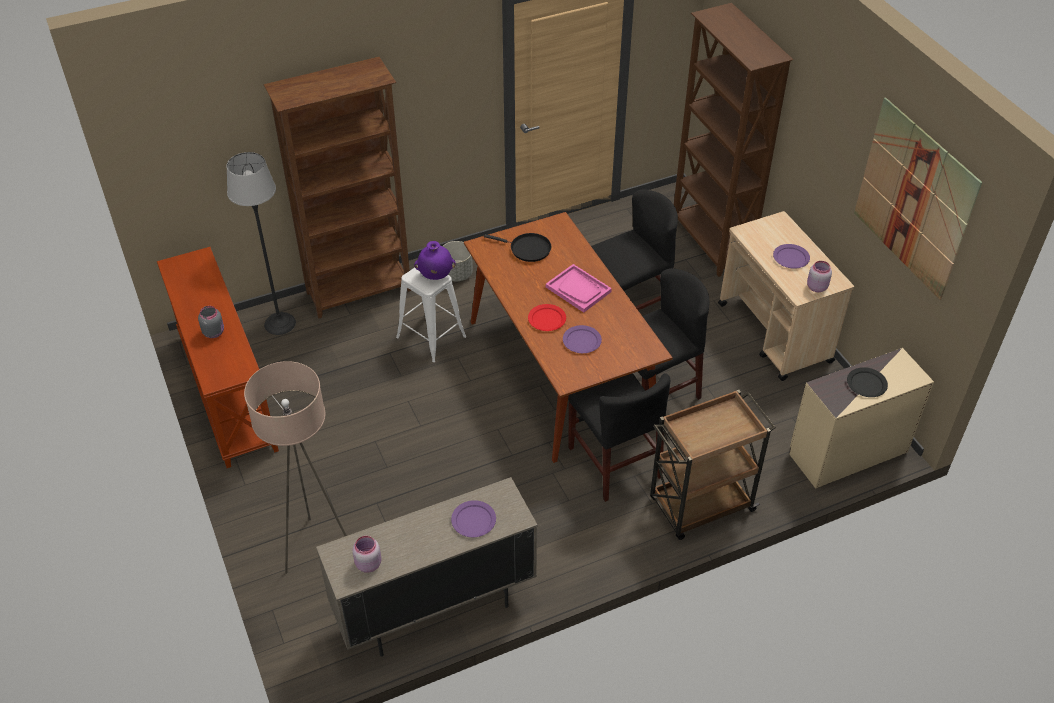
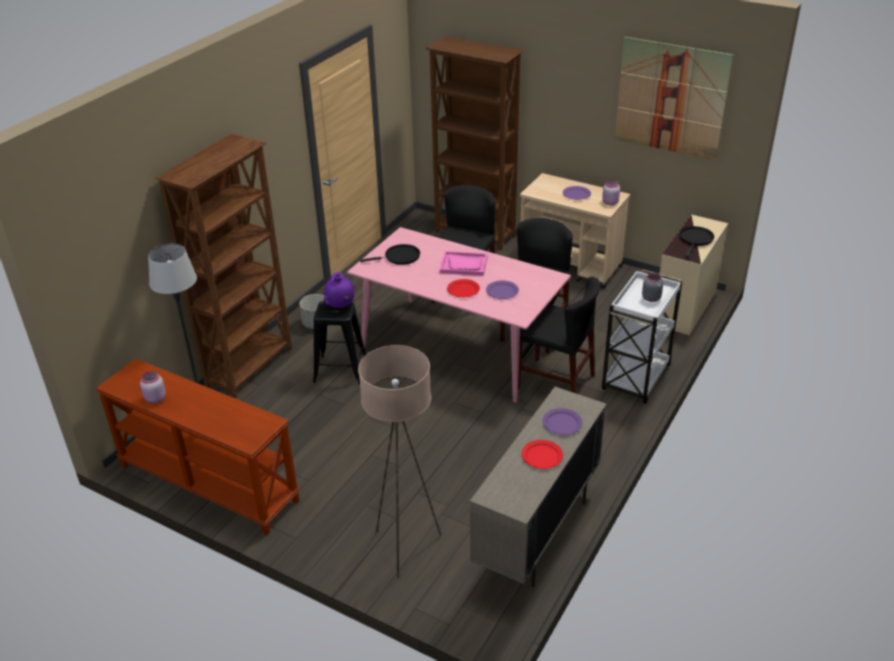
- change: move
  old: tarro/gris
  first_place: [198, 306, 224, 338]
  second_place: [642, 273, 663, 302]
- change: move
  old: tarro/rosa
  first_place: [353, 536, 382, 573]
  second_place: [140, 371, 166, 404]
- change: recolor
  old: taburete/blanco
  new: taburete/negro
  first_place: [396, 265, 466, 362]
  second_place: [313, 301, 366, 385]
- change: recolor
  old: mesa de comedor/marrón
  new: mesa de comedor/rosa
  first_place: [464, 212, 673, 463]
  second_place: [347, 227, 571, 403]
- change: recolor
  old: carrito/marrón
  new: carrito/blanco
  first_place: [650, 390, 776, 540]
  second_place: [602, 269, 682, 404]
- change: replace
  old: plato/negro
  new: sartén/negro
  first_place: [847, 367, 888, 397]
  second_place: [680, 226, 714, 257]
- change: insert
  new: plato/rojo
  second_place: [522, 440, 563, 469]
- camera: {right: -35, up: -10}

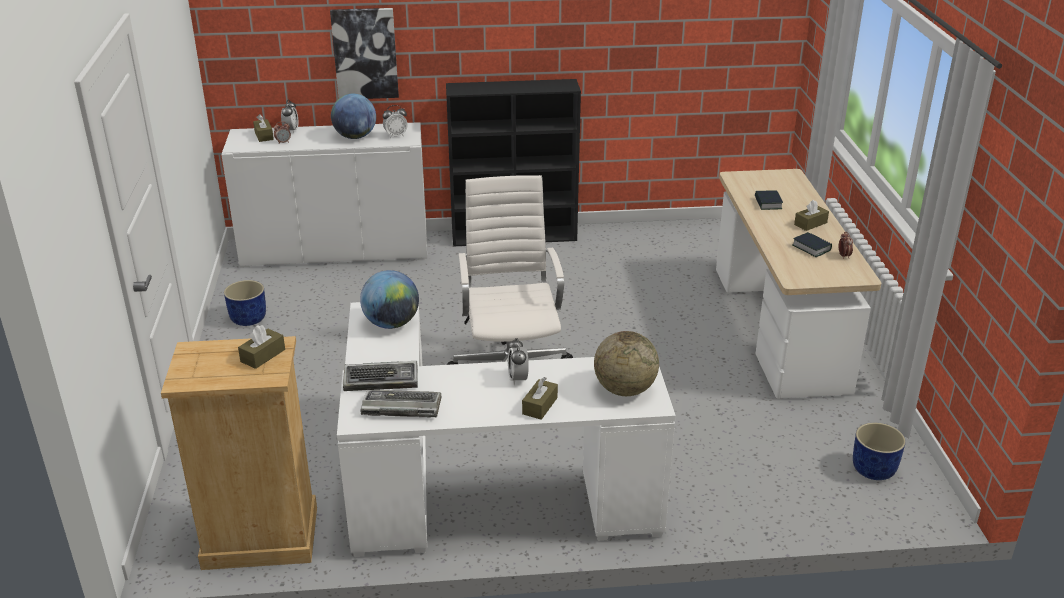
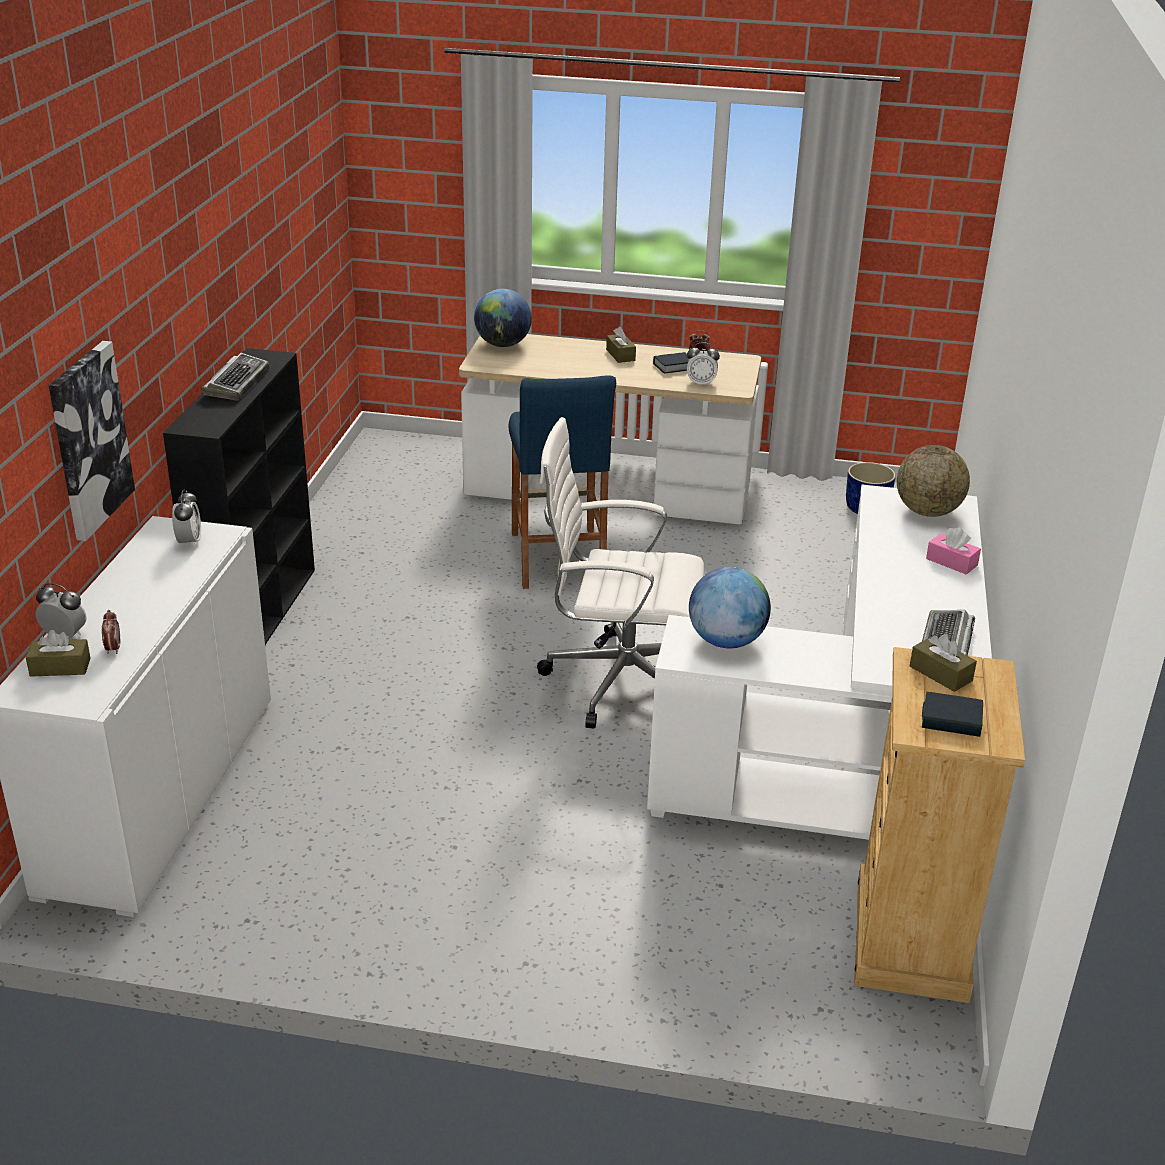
- change: delete
  old: maceta/azul
  first_place: [224, 280, 266, 326]
- change: move
  old: globo terráqueo
  first_place: [331, 94, 376, 139]
  second_place: [474, 289, 532, 347]
- change: move
  old: teclado
  first_place: [343, 361, 418, 391]
  second_place: [202, 353, 269, 401]
- change: move
  old: despertador
  first_place: [508, 338, 529, 385]
  second_place: [687, 342, 720, 386]
- change: recolor
  old: caja de pañuelos/marrón
  new: caja de pañuelos/rosa
  first_place: [522, 377, 558, 420]
  second_place: [926, 527, 981, 574]
- change: move
  old: libro
  first_place: [755, 190, 783, 210]
  second_place: [922, 692, 983, 737]
- change: insert
  new: taburete/azul
  second_place: [509, 375, 616, 589]
- camera: {right: -75, up: 0}

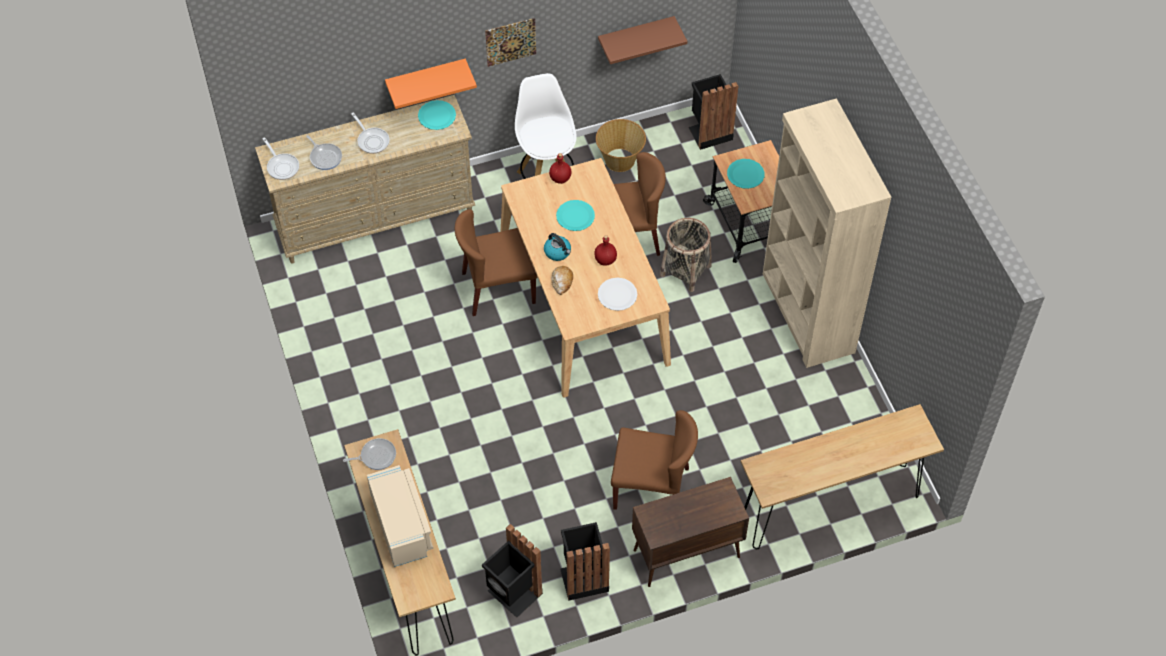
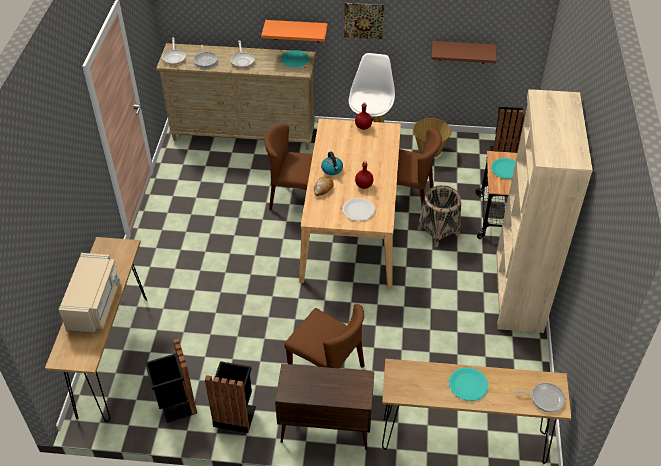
- change: move
  old: sartén
  first_place: [343, 438, 396, 470]
  second_place: [515, 383, 565, 412]
- change: move
  old: plato/turquesa
  first_place: [556, 200, 595, 231]
  second_place: [449, 367, 488, 401]
- camera: {right: 25, up: -10}

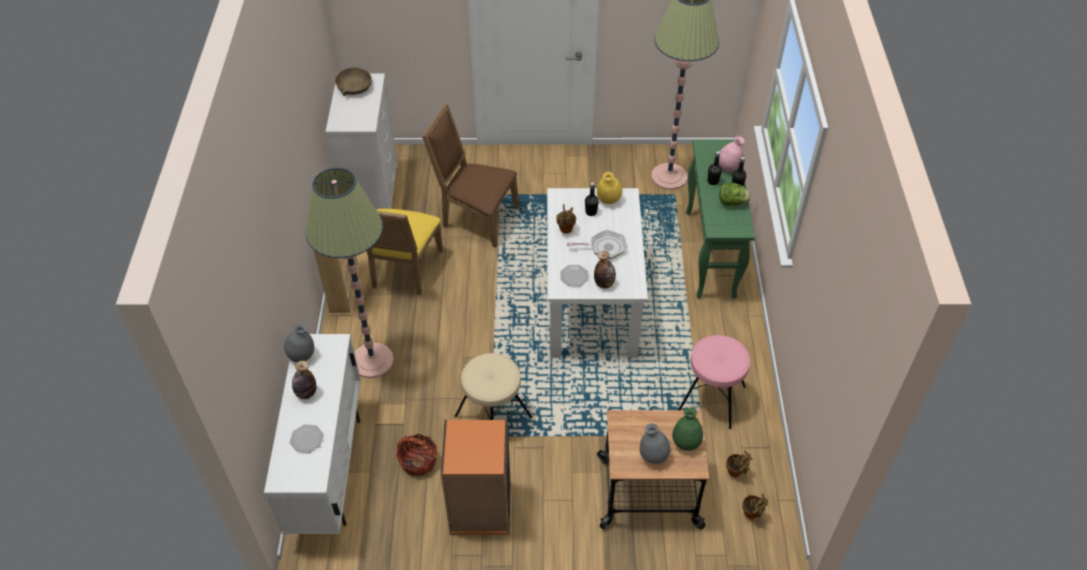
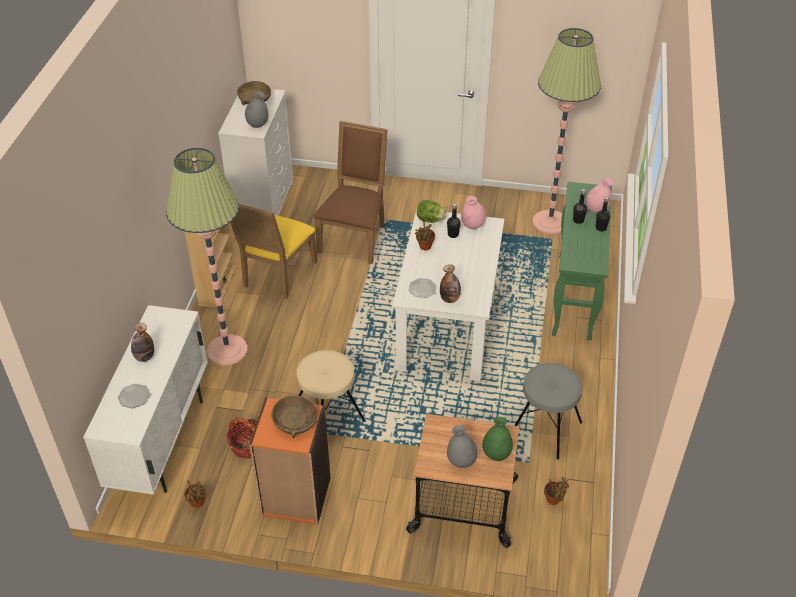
- change: move
  old: florero/gris
  first_place: [284, 323, 314, 362]
  second_place: [245, 92, 268, 128]
- change: rotate
  old: silla/marrón
  first_place: [422, 104, 519, 248]
  second_place: [314, 121, 388, 264]
  degrees: 75
- change: delete
  old: sartén
  first_place: [567, 230, 626, 259]
- change: recolor
  old: florero/amarillo
  new: florero/rosa
  first_place: [597, 172, 622, 204]
  second_place: [461, 196, 486, 229]
- change: recolor
  old: taburete/rosa
  new: taburete/gris
  first_place: [678, 335, 750, 429]
  second_place: [514, 363, 582, 460]
- change: move
  old: lechuga
  first_place: [719, 183, 751, 206]
  second_place: [417, 200, 446, 223]
- change: move
  old: planta en maceta
  first_place: [742, 494, 768, 519]
  second_place: [184, 480, 206, 508]
- change: insert
  new: cuenco/marrón
  second_place: [271, 396, 318, 438]
- camera: {right: 10, up: -5}

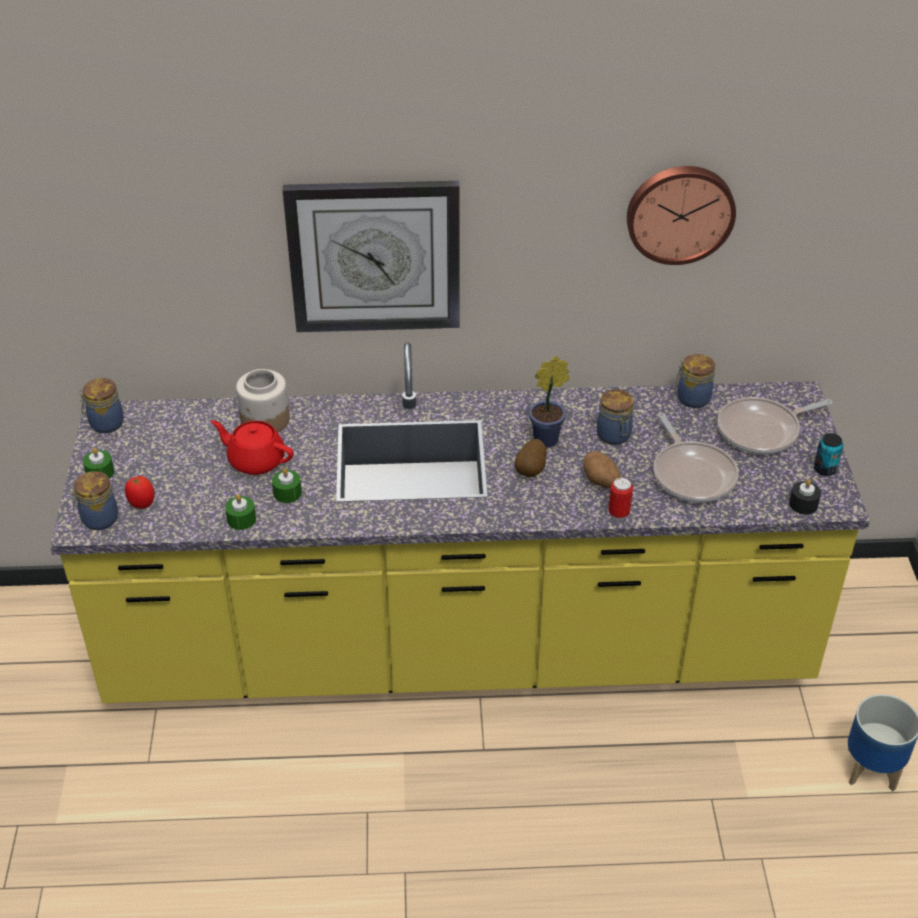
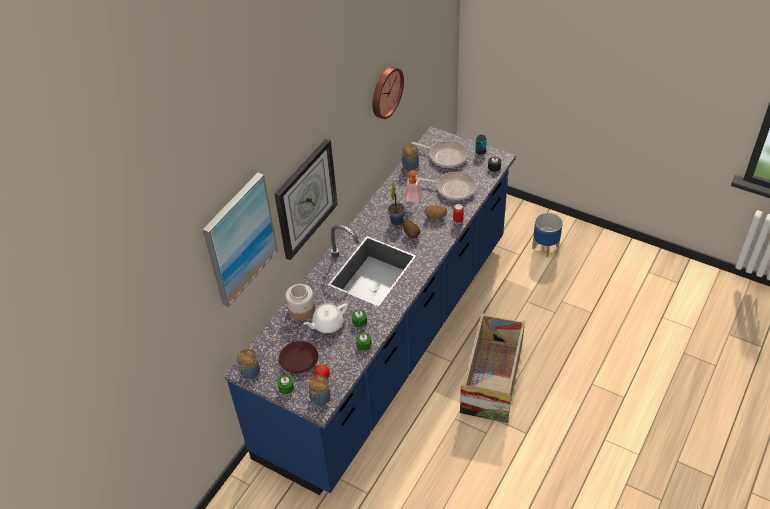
- change: recolor
  old: mueble bajo de cocina/amarillo
  new: mueble bajo de cocina/azul
  first_place: [50, 342, 870, 703]
  second_place: [224, 126, 516, 495]
- change: recolor
  old: tetera/rojo
  new: tetera/blanco
  first_place: [211, 420, 294, 475]
  second_place: [303, 303, 348, 333]
- change: replace
  old: tarro
  new: dispensador de jabón
  first_place: [597, 389, 634, 445]
  second_place: [405, 170, 421, 203]
- change: rotate
  old: sartén
  first_place: [717, 397, 833, 454]
  second_place: [412, 141, 468, 168]
  degrees: -75
- change: insert
  new: cuadro
  second_place: [203, 173, 278, 307]
- change: insert
  new: plato/marrón
  second_place: [279, 341, 319, 374]
- change: insert
  new: caja de embalaje
  second_place: [460, 313, 525, 423]
- camera: {right: -55, up: 5}

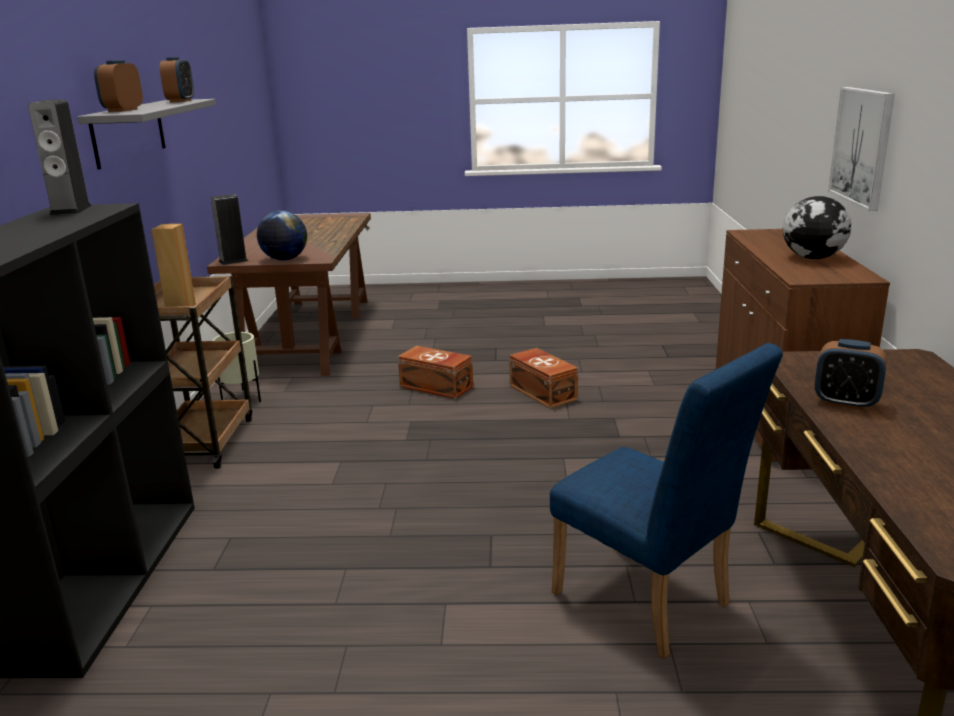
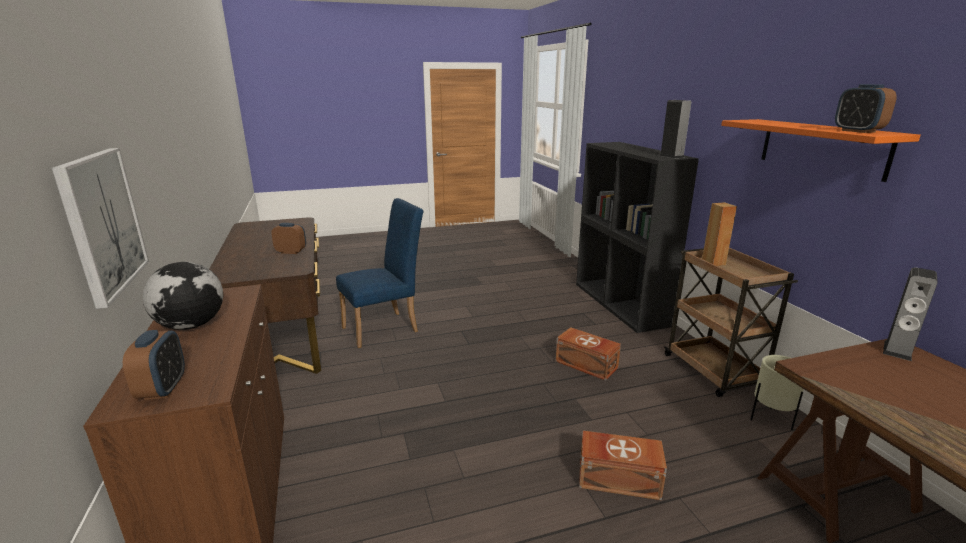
- change: recolor
  old: estante/gris
  new: estante/naranja
  first_place: [77, 99, 216, 170]
  second_place: [721, 119, 921, 182]
- change: move
  old: despertador
  first_place: [94, 60, 143, 112]
  second_place: [123, 330, 185, 400]
- change: delete
  old: globo terráqueo
  first_place: [257, 211, 307, 261]
- change: move
  old: caja de almacenaje/marrón
  first_place: [509, 348, 578, 408]
  second_place: [556, 327, 621, 381]
- change: rotate
  old: silla/azul
  first_place: [550, 343, 783, 659]
  second_place: [336, 198, 423, 348]
  degrees: 120
- camera: {right: 160, up: 0}

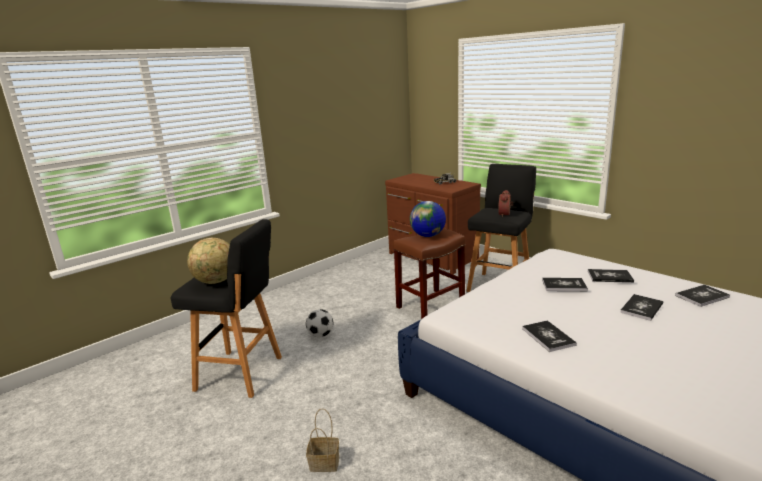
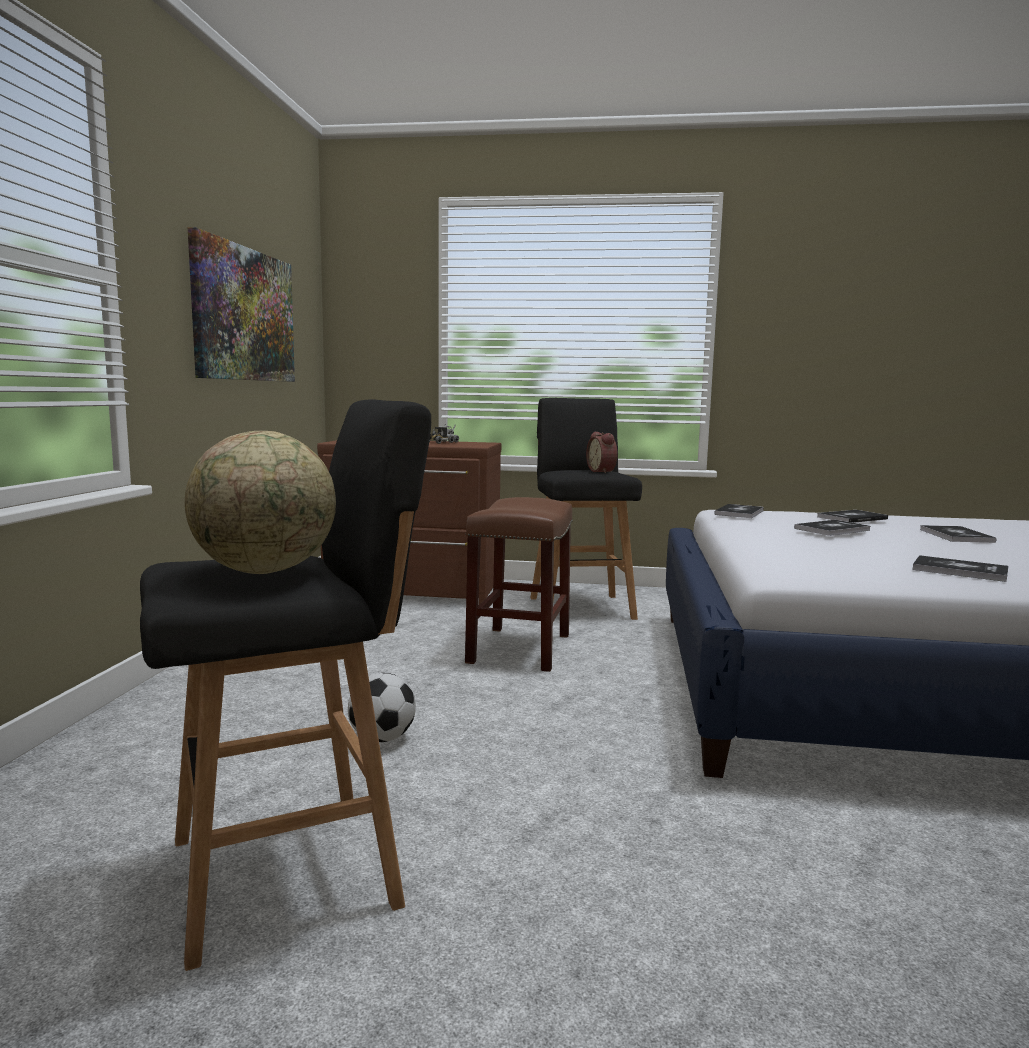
- change: delete
  old: cesta
  first_place: [306, 408, 339, 472]
- change: delete
  old: globo terráqueo
  first_place: [410, 201, 446, 237]
- change: move
  old: libro
  first_place: [675, 285, 730, 307]
  second_place: [714, 504, 764, 518]
- change: insert
  new: cuadro
  second_place: [188, 227, 295, 382]
- camera: {right: -40, up: -10}

